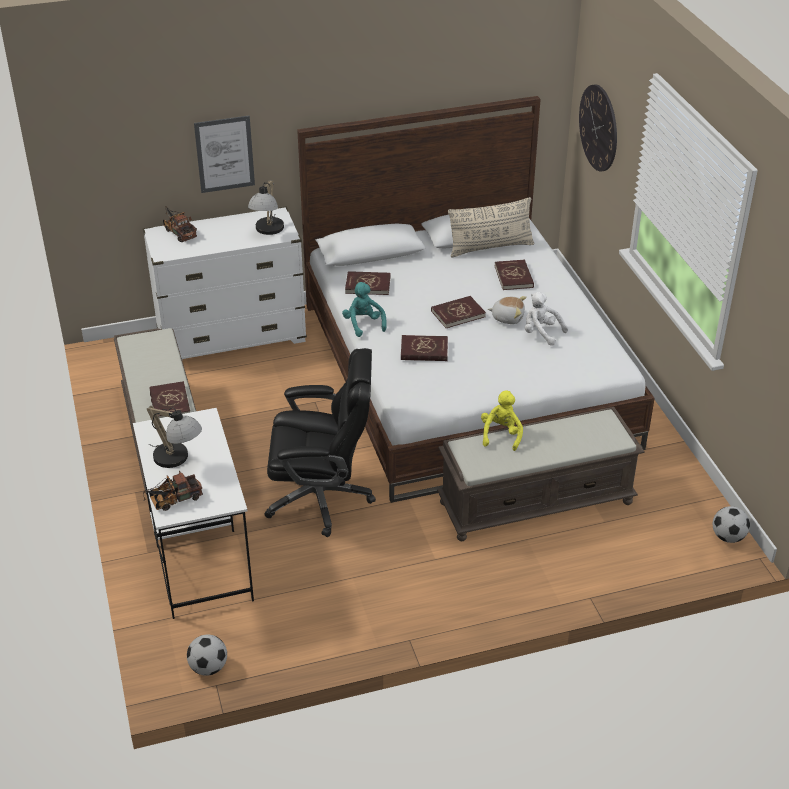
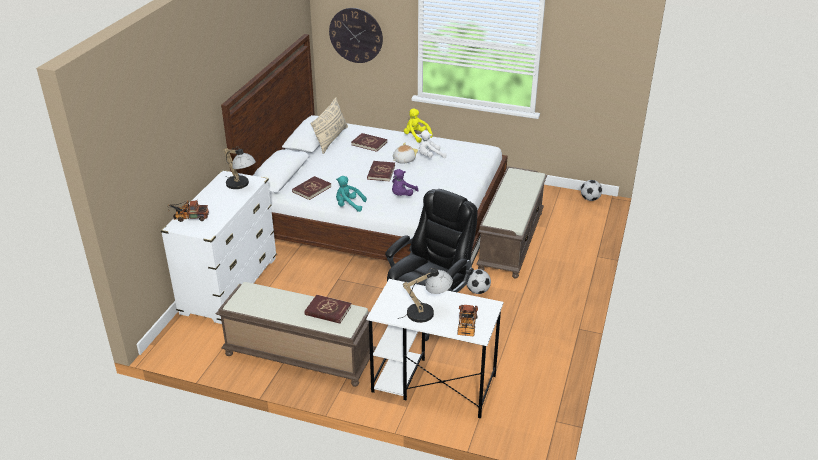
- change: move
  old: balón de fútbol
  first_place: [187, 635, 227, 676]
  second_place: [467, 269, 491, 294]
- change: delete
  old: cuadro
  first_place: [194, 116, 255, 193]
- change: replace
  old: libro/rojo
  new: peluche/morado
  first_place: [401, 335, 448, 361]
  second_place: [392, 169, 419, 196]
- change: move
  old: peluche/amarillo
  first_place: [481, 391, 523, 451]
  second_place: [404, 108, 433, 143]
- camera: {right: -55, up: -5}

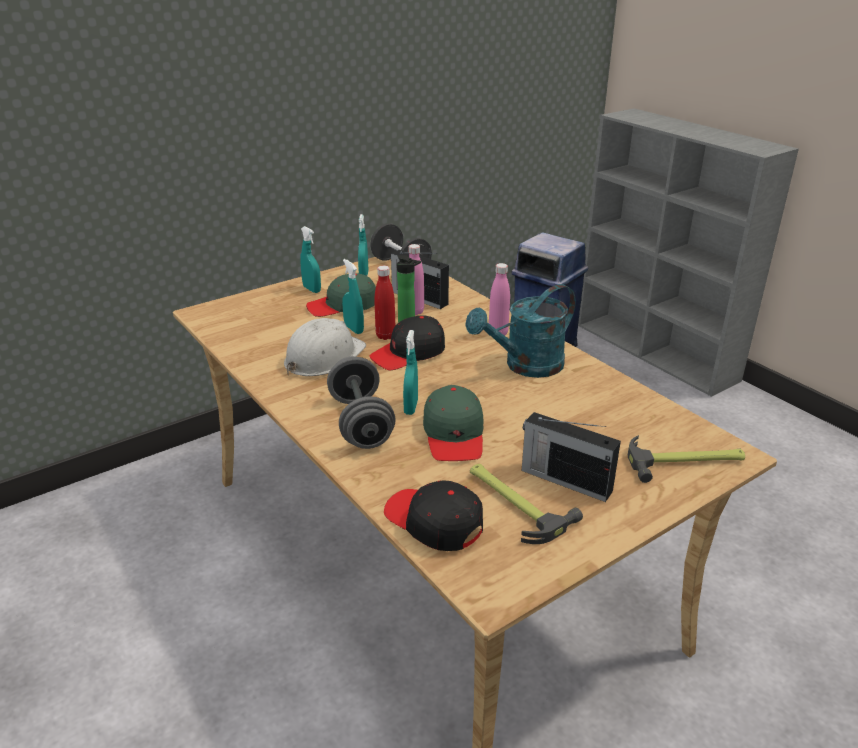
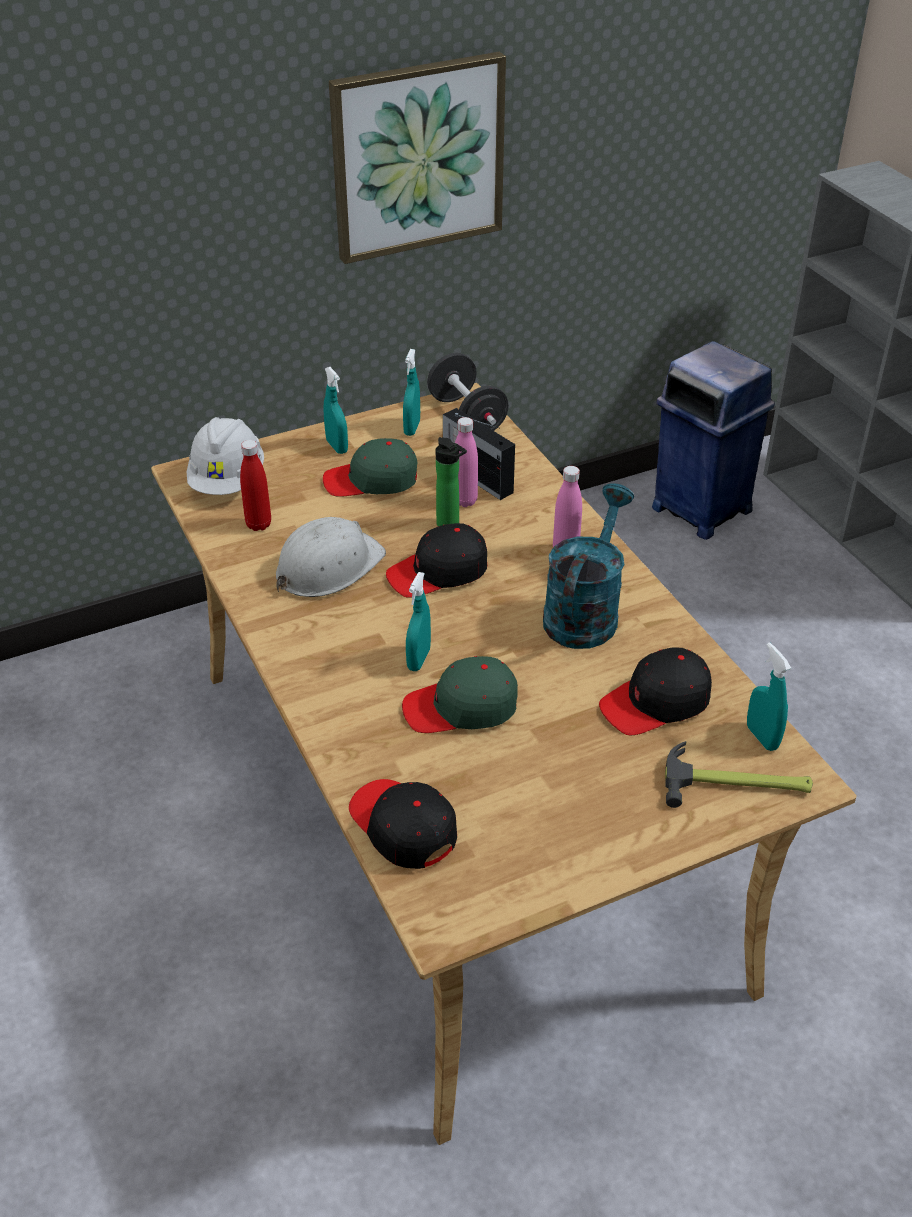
- change: delete
  old: mancuerna/gris
  first_place: [327, 356, 396, 449]
- change: move
  old: pulverizador/turquesa
  first_place: [342, 259, 364, 334]
  second_place: [747, 642, 791, 751]
- change: move
  old: botella/rojo
  first_place: [375, 266, 395, 340]
  second_place: [240, 440, 271, 531]
- change: rotate
  old: gorra/verde
  first_place: [423, 385, 484, 461]
  second_place: [402, 656, 518, 733]
  degrees: 75
- change: rotate
  old: regadera/turquesa
  first_place: [465, 284, 576, 378]
  second_place: [543, 484, 634, 649]
  degrees: 135
- change: delete
  old: martillo
  first_place: [470, 464, 583, 544]
- change: delete
  old: radio
  first_place: [522, 412, 621, 502]
- change: insert
  new: casco/blanco
  second_place: [187, 417, 264, 495]
- change: insert
  new: cuadro
  second_place: [329, 52, 506, 264]
- change: insert
  new: gorra/negro
  second_place: [599, 647, 712, 735]
- camera: {right: 10, up: 10}

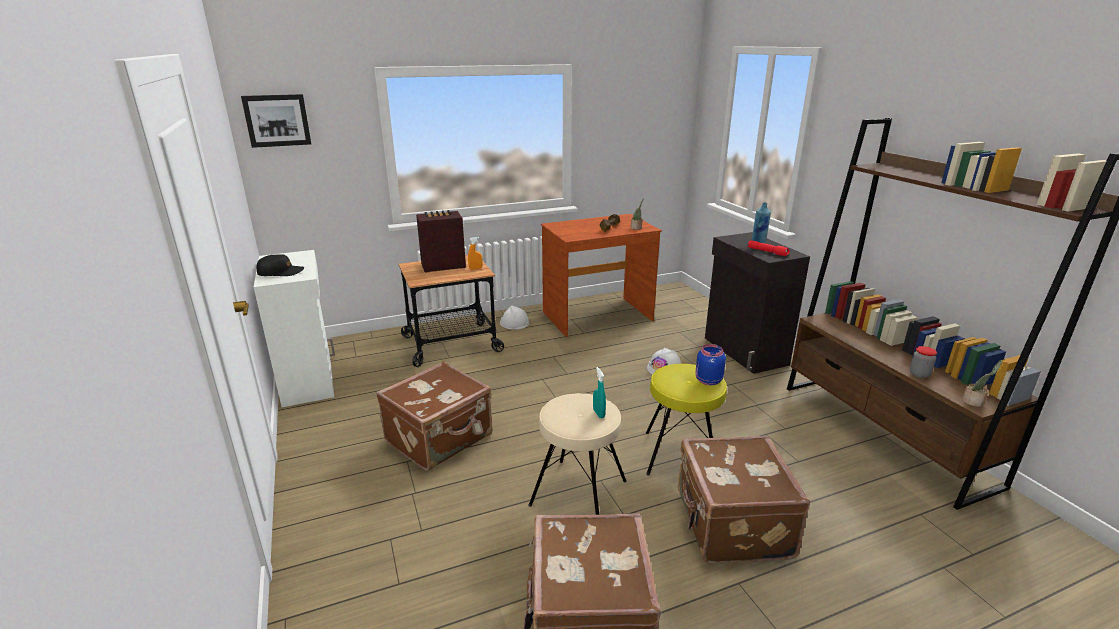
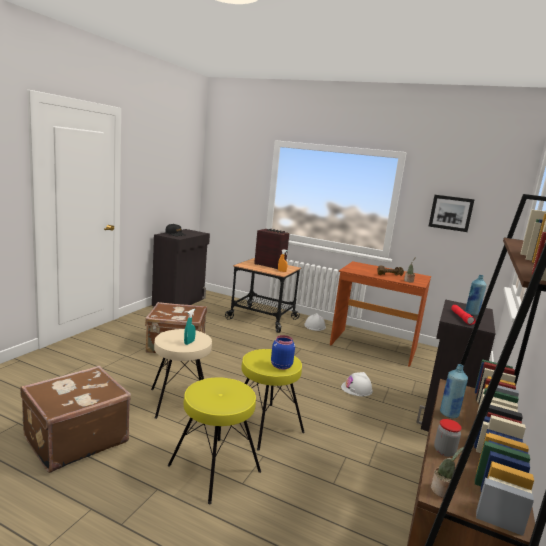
- change: move
  old: cuadro
  first_place: [241, 94, 311, 148]
  second_place: [429, 195, 475, 232]
- change: recolor
  old: armario/blanco
  new: armario/negro
  first_place: [254, 250, 335, 407]
  second_place: [152, 229, 210, 307]
- change: replace
  old: maleta/marrón
  new: taburete/amarillo
  first_place: [678, 436, 810, 564]
  second_place: [168, 377, 261, 504]
- change: insert
  new: botella/azul
  second_place: [440, 364, 468, 418]
- camera: {right: 45, up: -10}

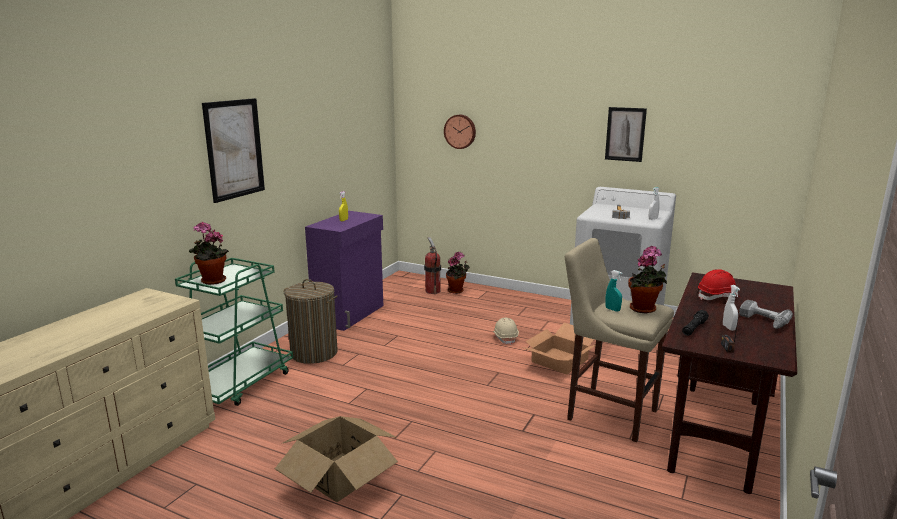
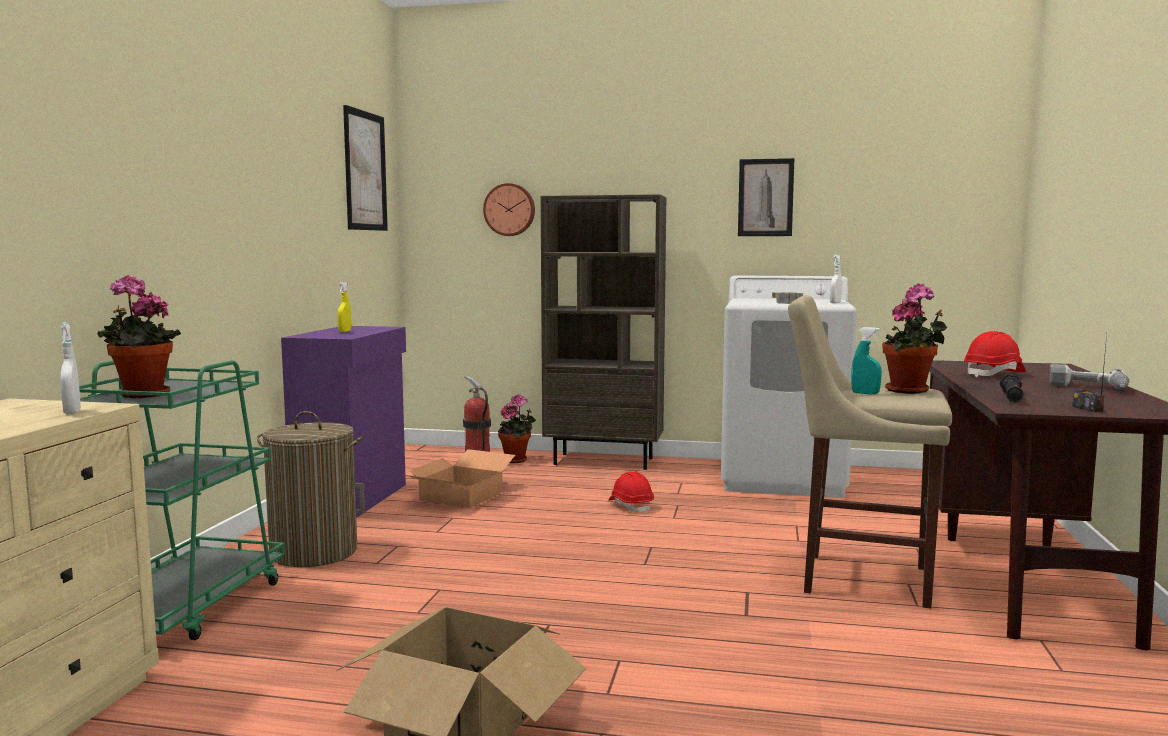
- change: move
  old: cuadro
  first_place: [202, 98, 265, 203]
  second_place: [343, 105, 388, 231]
- change: recolor
  old: casco/beis
  new: casco/rojo
  first_place: [493, 318, 519, 345]
  second_place: [609, 472, 654, 514]
- change: move
  old: caja de cartón
  first_place: [522, 323, 596, 375]
  second_place: [401, 449, 515, 508]
- change: move
  old: pulverizador/blanco
  first_place: [723, 285, 740, 331]
  second_place: [60, 322, 81, 414]
- change: insert
  new: estantería/marrón
  second_place: [541, 194, 666, 470]
- camera: {right: -15, up: -10}

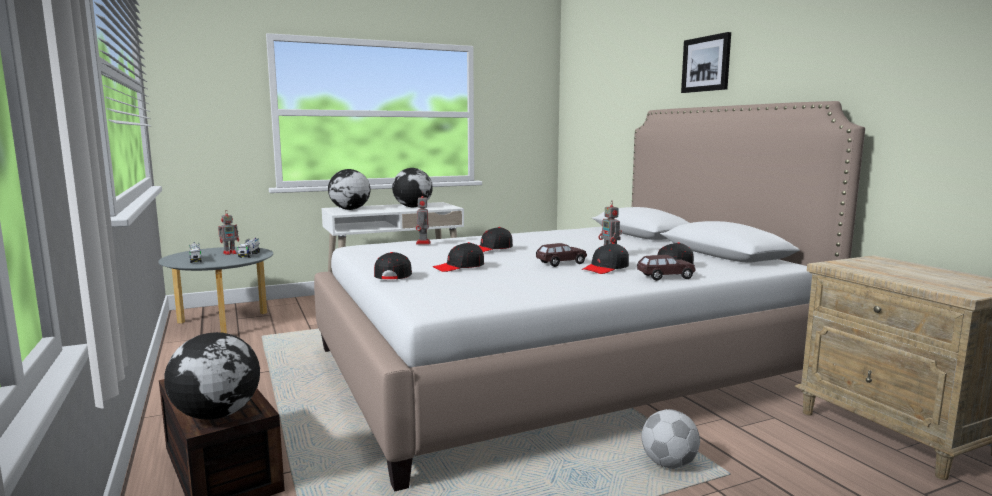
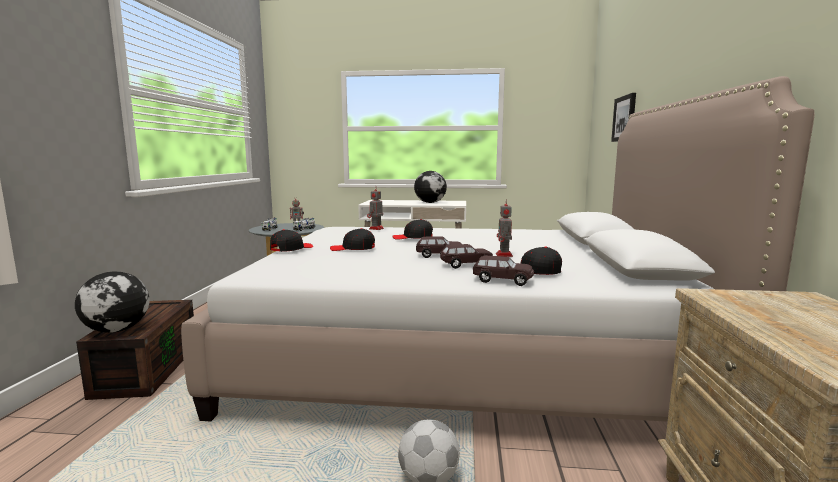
- change: delete
  old: globo terráqueo
  first_place: [328, 169, 371, 210]
- change: replace
  old: gorra/negro
  new: coche de juguete/marrón
  first_place: [582, 243, 629, 274]
  second_place: [440, 244, 493, 269]
- change: move
  old: cuadro
  first_place: [681, 32, 731, 93]
  second_place: [611, 93, 636, 142]
- camera: {right: 30, up: 0}

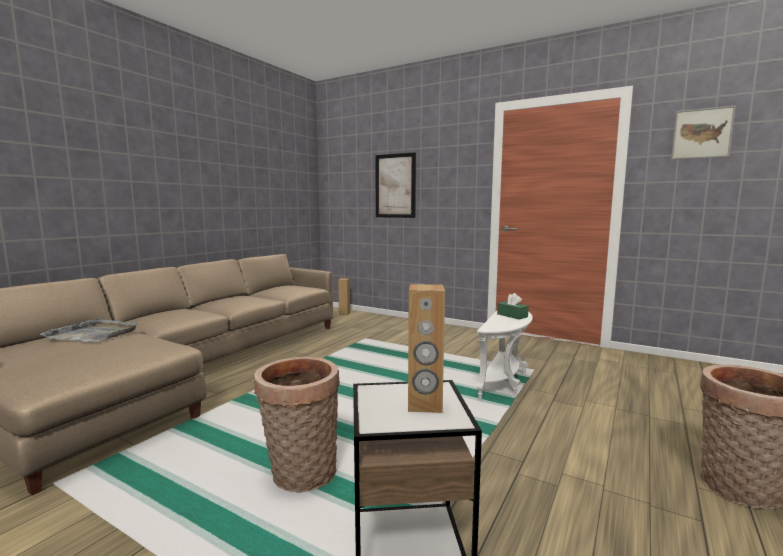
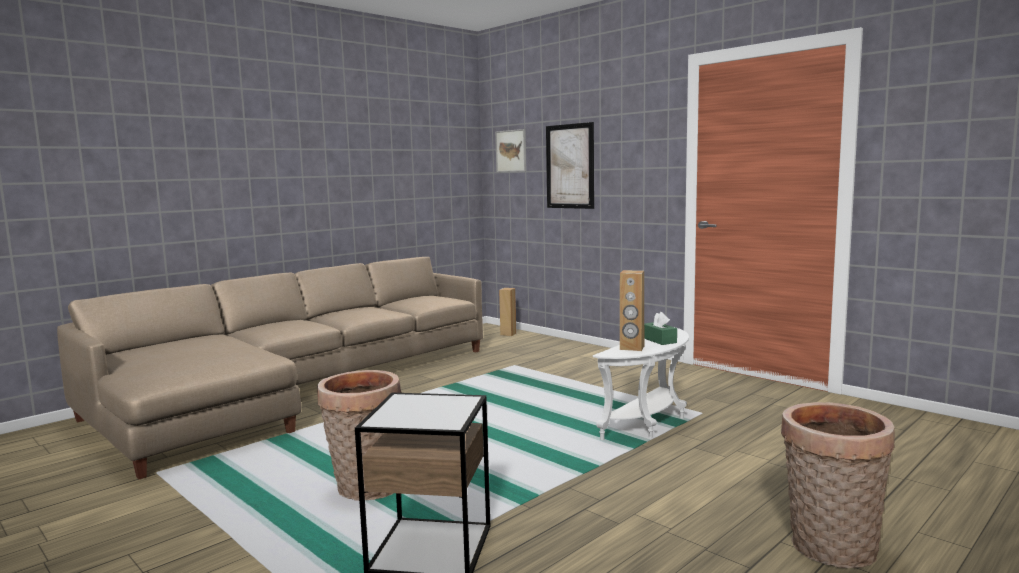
- change: delete
  old: bandeja/gris
  first_place: [40, 318, 138, 342]
- change: move
  old: altavoz/marrón
  first_place: [408, 284, 445, 413]
  second_place: [620, 270, 644, 351]
- change: move
  old: cuadro
  first_place: [671, 105, 736, 160]
  second_place: [495, 129, 526, 172]
- camera: {right: 15, up: 0}

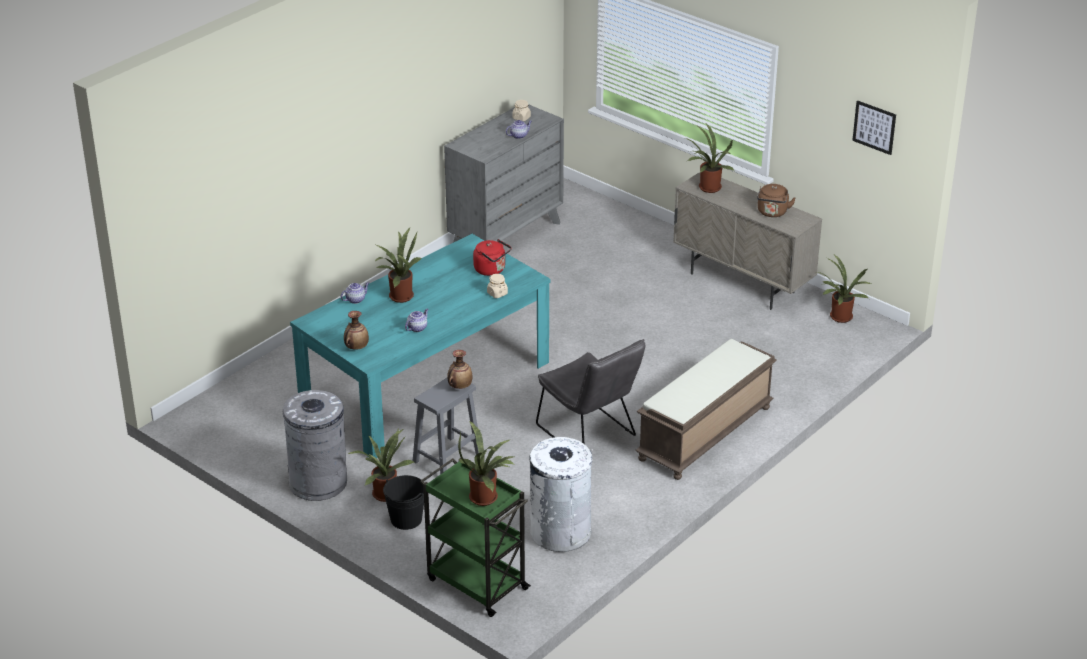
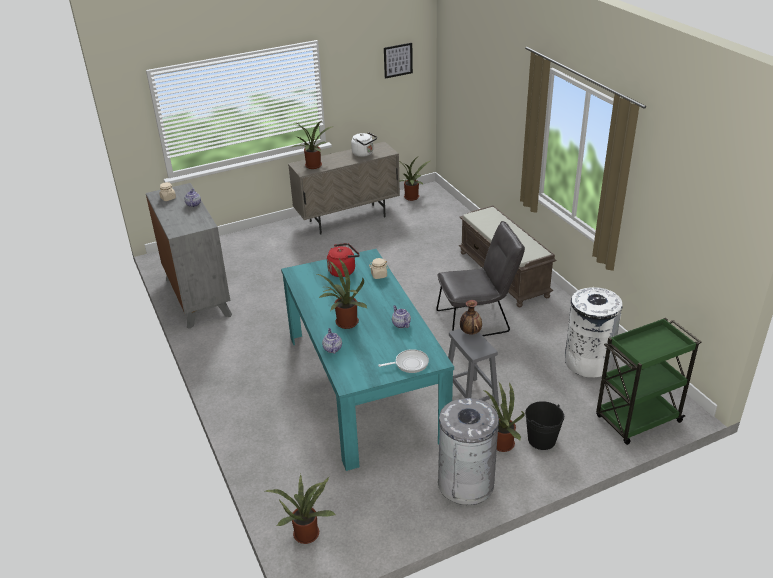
- change: replace
  old: florero
  new: sartén
  first_place: [344, 311, 369, 349]
  second_place: [378, 349, 429, 373]
- change: move
  old: planta en maceta
  first_place: [458, 422, 515, 506]
  second_place: [265, 474, 337, 544]
- change: recolor
  old: hervidor/marrón
  new: hervidor/blanco
  first_place: [757, 184, 796, 217]
  second_place: [351, 132, 377, 157]
- camera: {right: -65, up: 0}

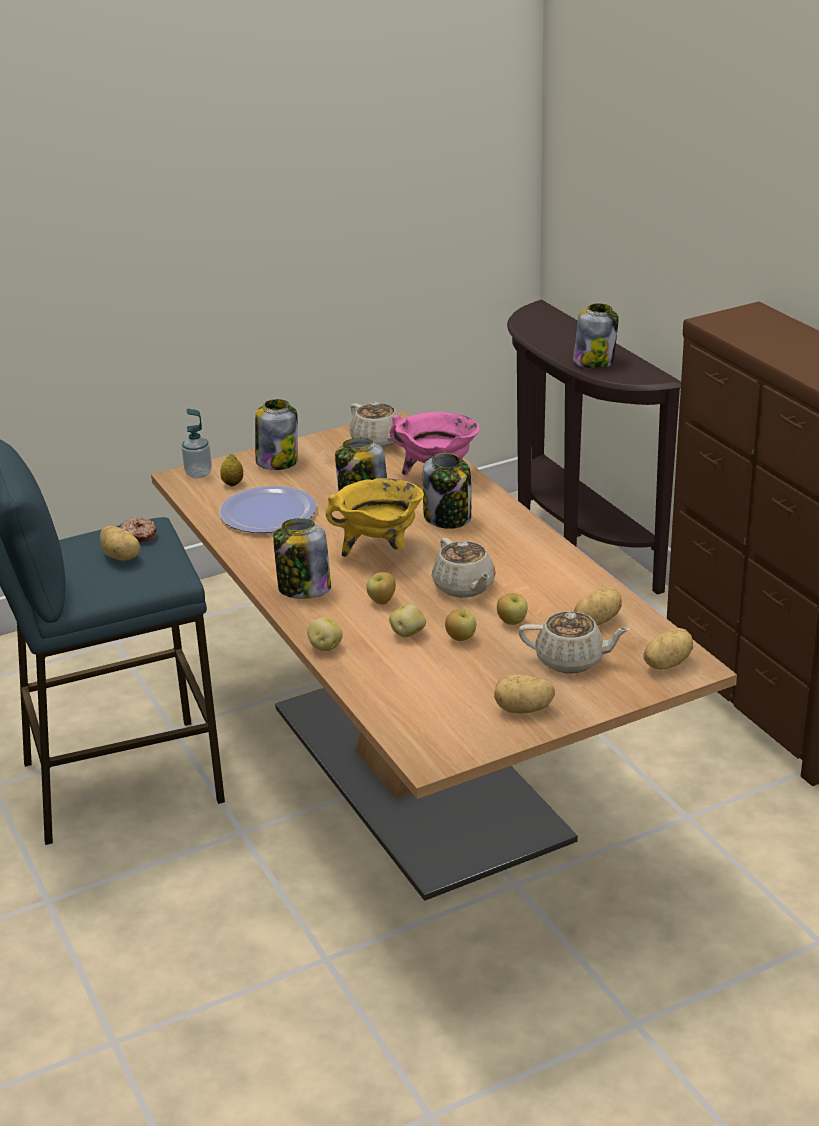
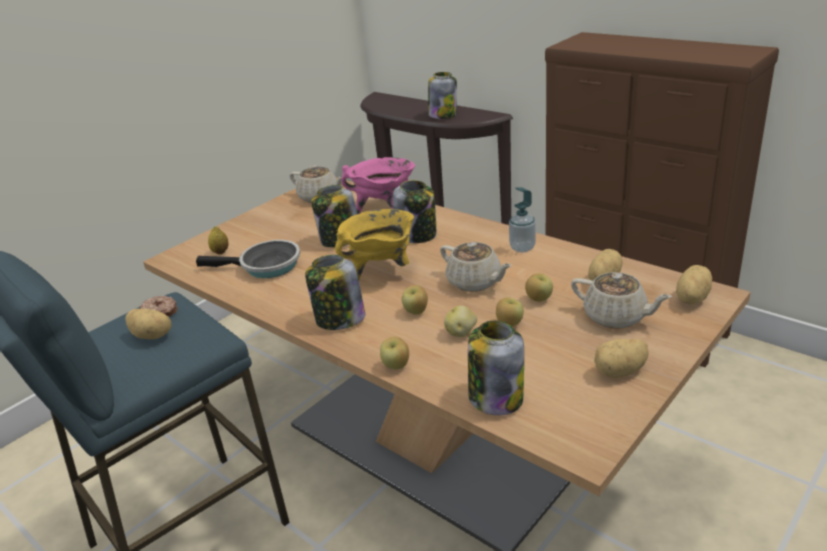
- change: move
  old: dispensador de jabón
  first_place: [182, 409, 212, 478]
  second_place: [509, 187, 536, 253]
- change: replace
  old: plato
  new: sartén
  first_place: [219, 486, 317, 533]
  second_place: [196, 240, 300, 278]
- change: move
  old: tarro
  first_place: [255, 399, 298, 470]
  second_place: [468, 321, 524, 415]
- change: replace
  old: patata
  new: manzana
  first_place: [307, 617, 343, 651]
  second_place: [380, 337, 409, 370]
- change: rotate
  old: tetera/beis
  first_place: [518, 611, 630, 673]
  second_place: [571, 272, 672, 329]
  degrees: 45
- camera: {right: -20, up: 0}

